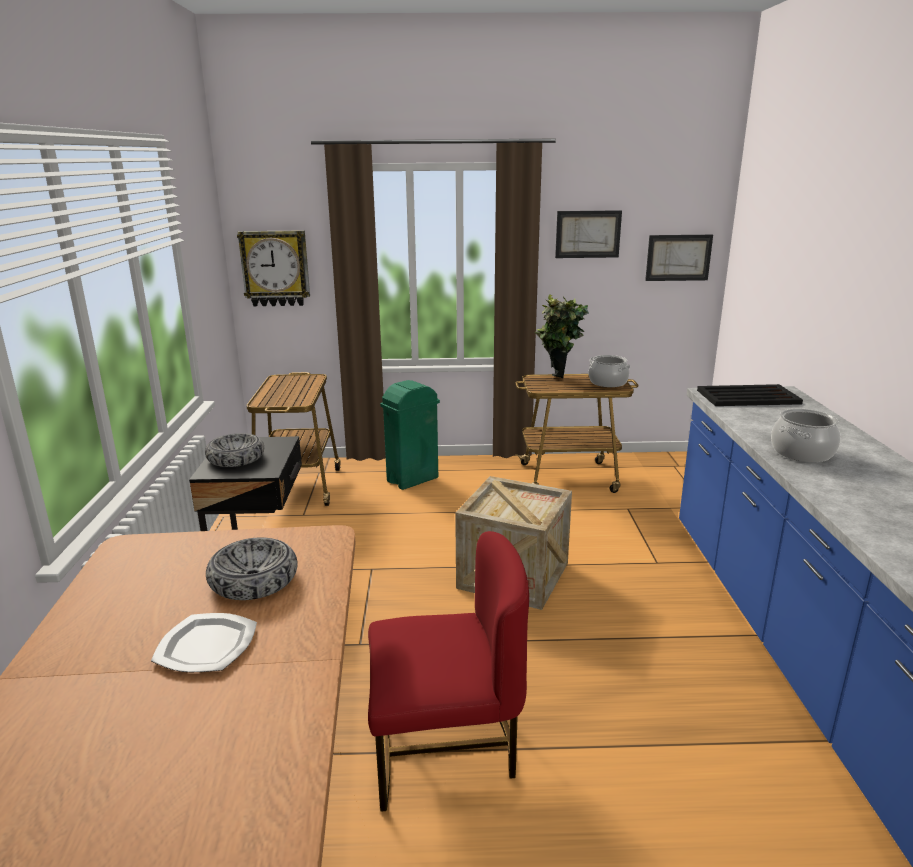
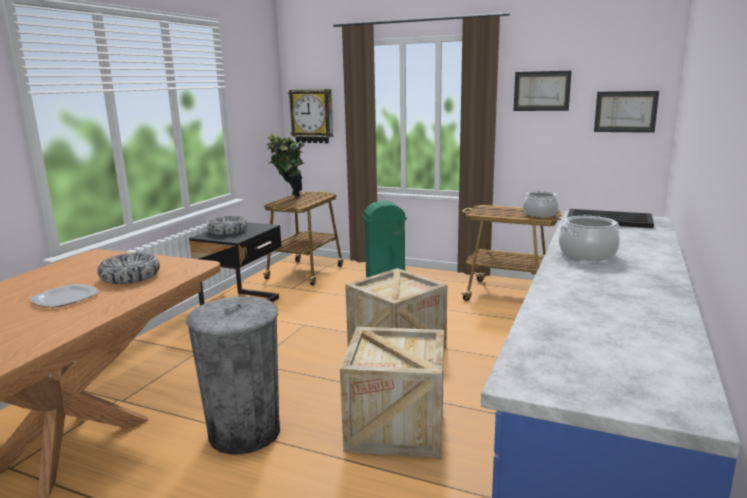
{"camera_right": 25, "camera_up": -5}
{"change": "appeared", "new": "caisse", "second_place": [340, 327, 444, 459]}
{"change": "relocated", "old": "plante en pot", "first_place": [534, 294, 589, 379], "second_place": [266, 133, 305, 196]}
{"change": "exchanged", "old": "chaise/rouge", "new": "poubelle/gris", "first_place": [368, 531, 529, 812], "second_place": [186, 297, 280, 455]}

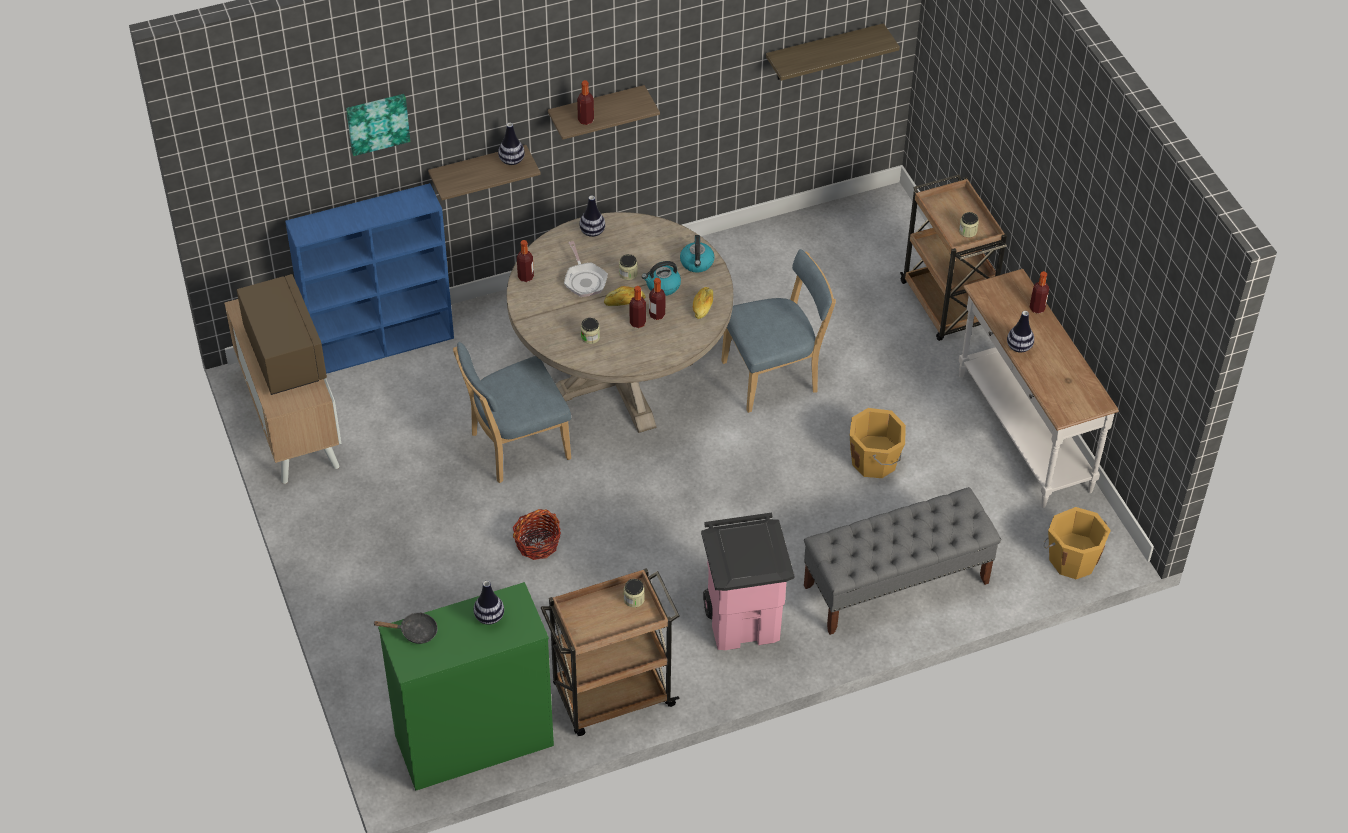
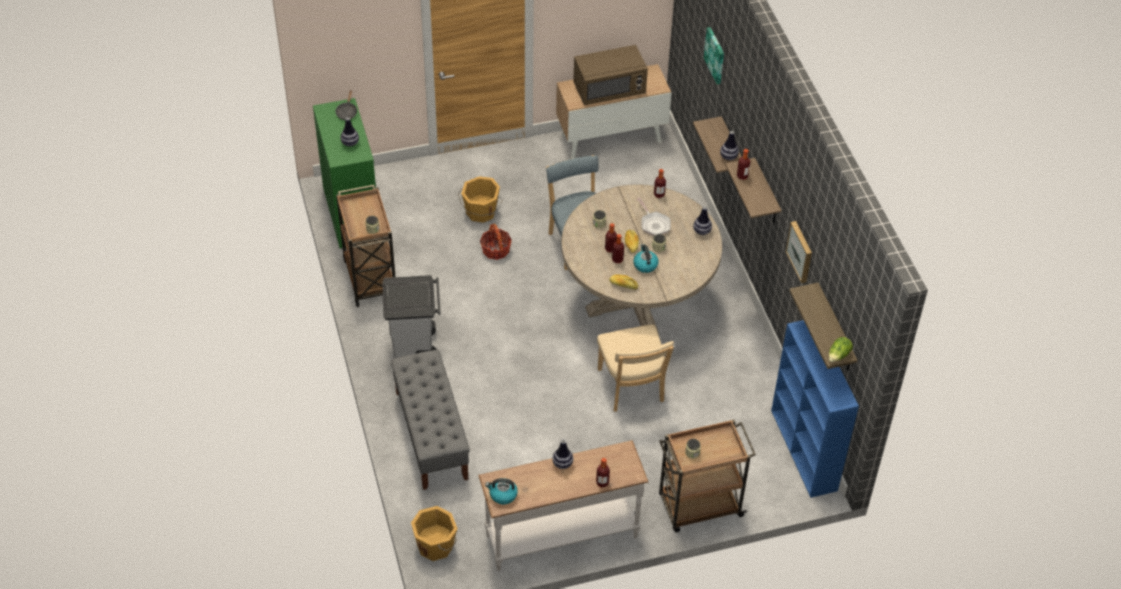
{"camera_right": 95, "camera_up": 0}
{"change": "appeared", "new": "tableau", "second_place": [786, 221, 812, 283]}
{"change": "appeared", "new": "laitue", "second_place": [829, 337, 853, 362]}
{"change": "relocated", "old": "bibliothèque/bleu", "first_place": [285, 183, 454, 374], "second_place": [771, 320, 859, 498]}
{"change": "relocated", "old": "bouilloire", "first_place": [680, 235, 715, 273], "second_place": [485, 478, 518, 504]}
{"change": "relocated", "old": "seau/orange", "first_place": [850, 408, 906, 478], "second_place": [458, 176, 503, 223]}
{"change": "colour", "old": "poubelle/rose", "new": "poubelle/gris", "first_place": [701, 512, 794, 650], "second_place": [382, 275, 441, 359]}
{"change": "colour", "old": "chaise/bleu", "new": "chaise/beige", "first_place": [721, 249, 836, 413], "second_place": [597, 324, 674, 412]}
{"change": "spun", "old": "poêle", "first_place": [564, 241, 608, 297], "second_place": [637, 198, 671, 236], "degrees": -105}

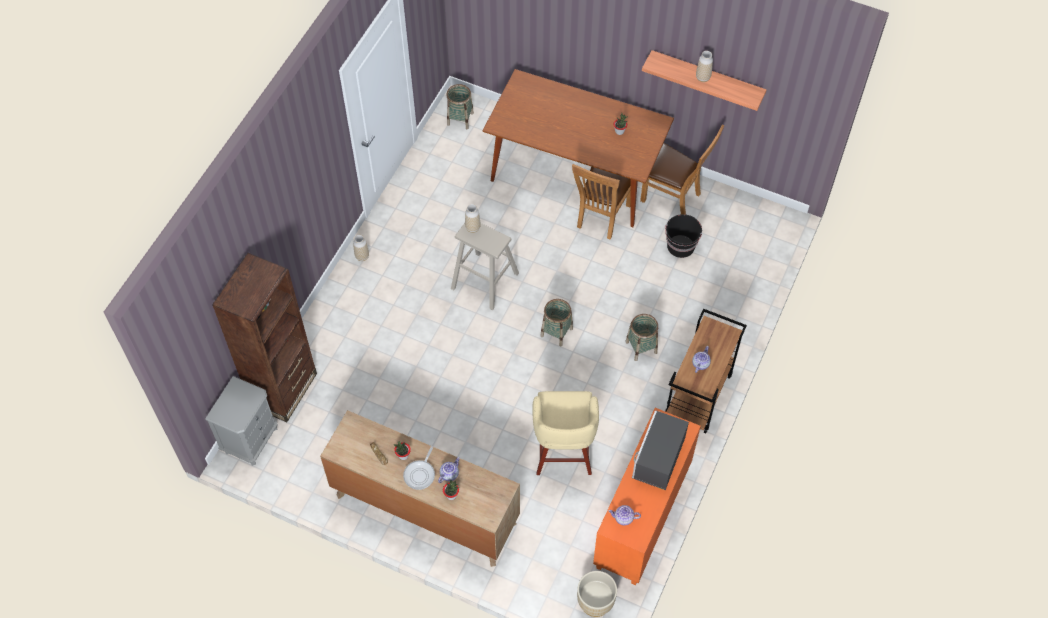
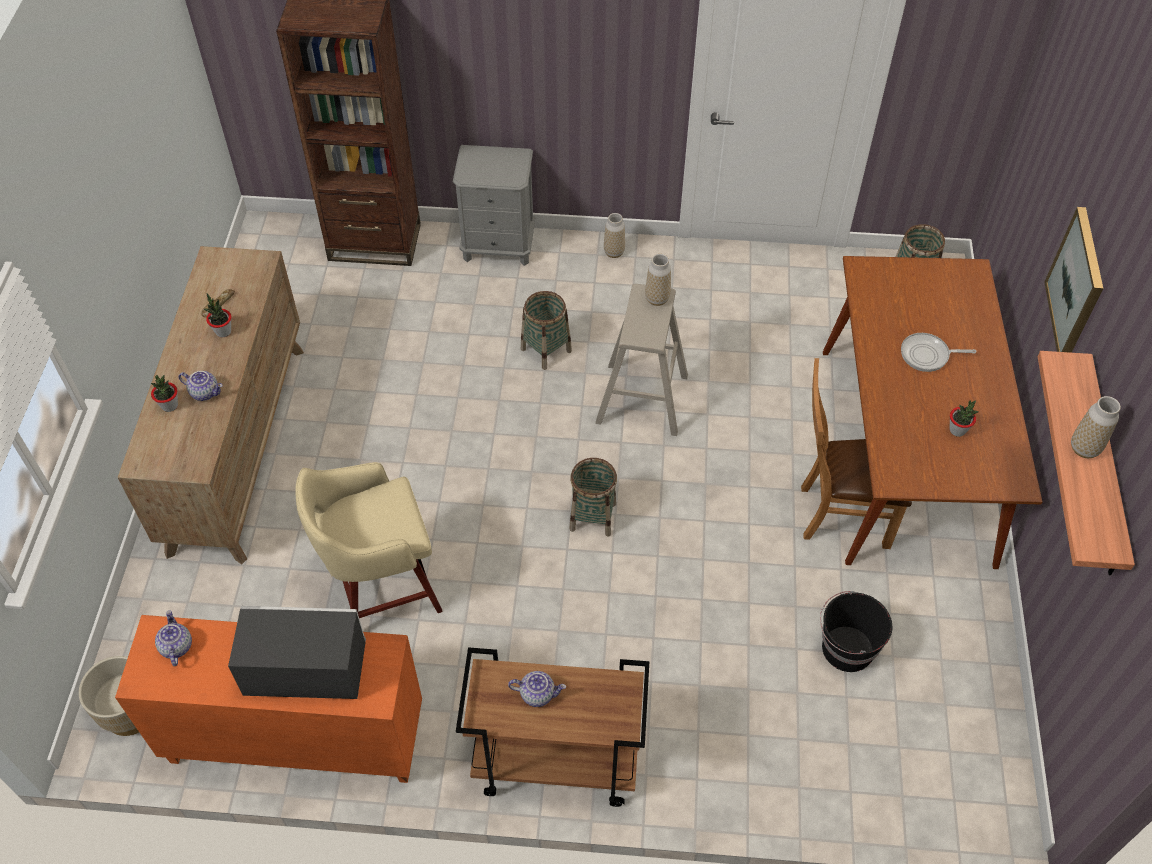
{"camera_right": 70, "camera_up": -5}
{"change": "missing", "old": "chaise/marron", "first_place": [640, 125, 724, 215]}
{"change": "appeared", "new": "tableau", "second_place": [1044, 207, 1103, 353]}
{"change": "relocated", "old": "table de chevet/gris", "first_place": [205, 376, 278, 466], "second_place": [453, 145, 535, 266]}
{"change": "relocated", "old": "poêle", "first_place": [403, 446, 435, 490], "second_place": [901, 333, 976, 372]}
{"change": "relocated", "old": "panier", "first_place": [625, 314, 658, 361], "second_place": [521, 291, 572, 370]}

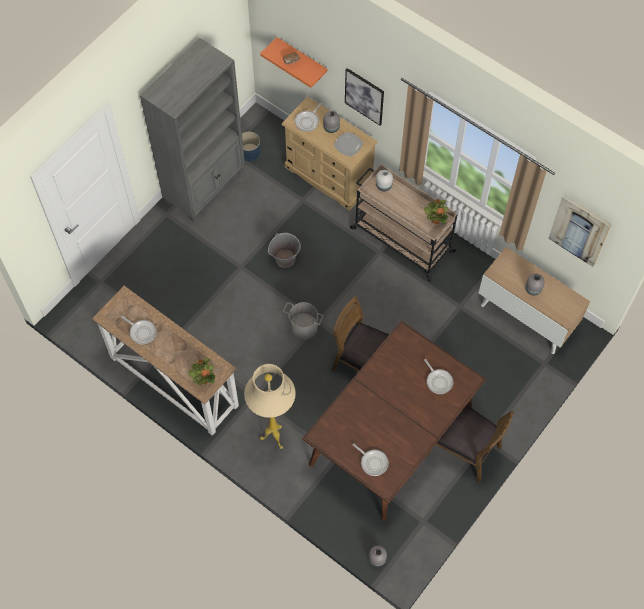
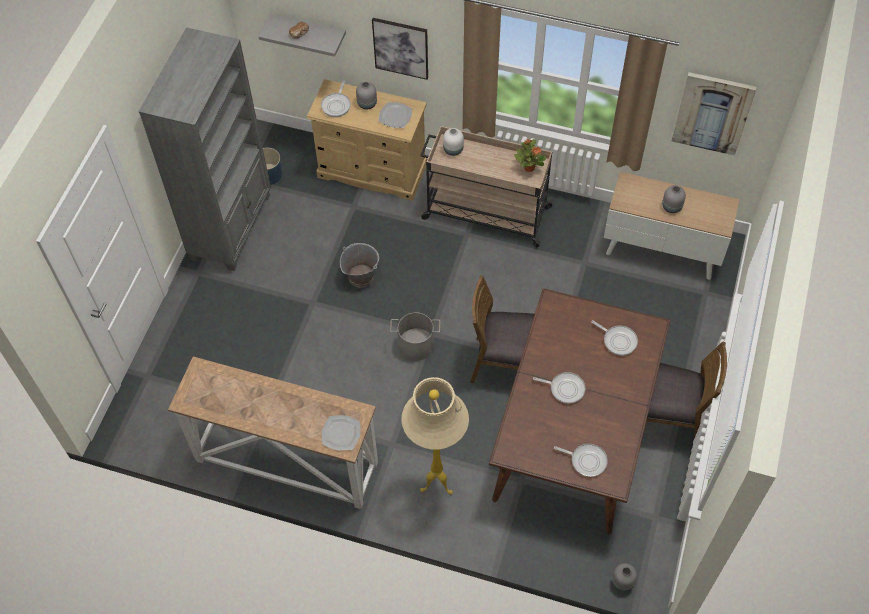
{"camera_right": -20, "camera_up": -5}
{"change": "relocated", "old": "poêle", "first_place": [121, 316, 156, 345], "second_place": [533, 372, 585, 404]}
{"change": "exchanged", "old": "plante en pot", "new": "assiette", "first_place": [188, 358, 215, 385], "second_place": [322, 415, 361, 451]}
{"change": "colour", "old": "étagère/orange", "new": "étagère/gris", "first_place": [260, 37, 327, 88], "second_place": [258, 14, 346, 57]}

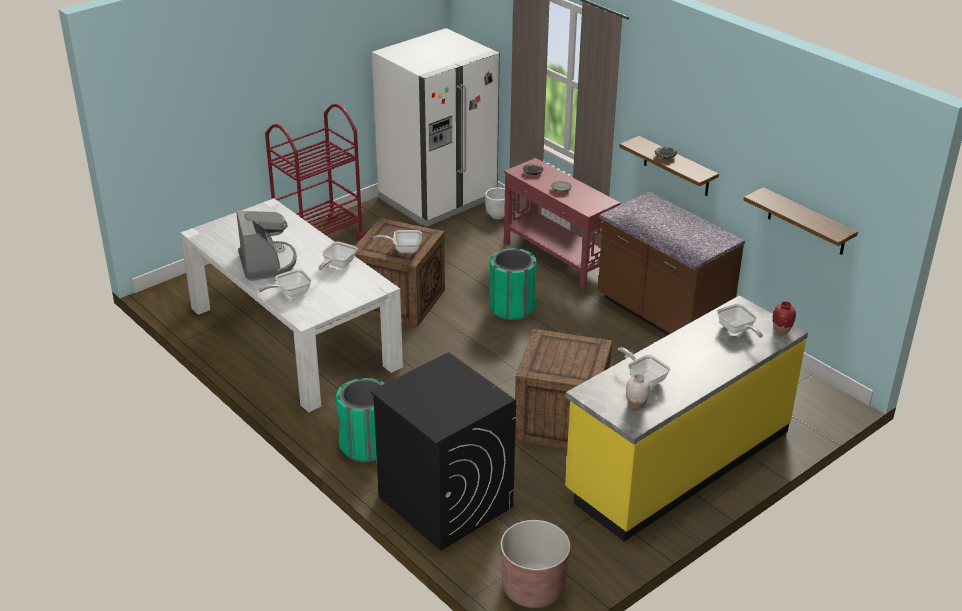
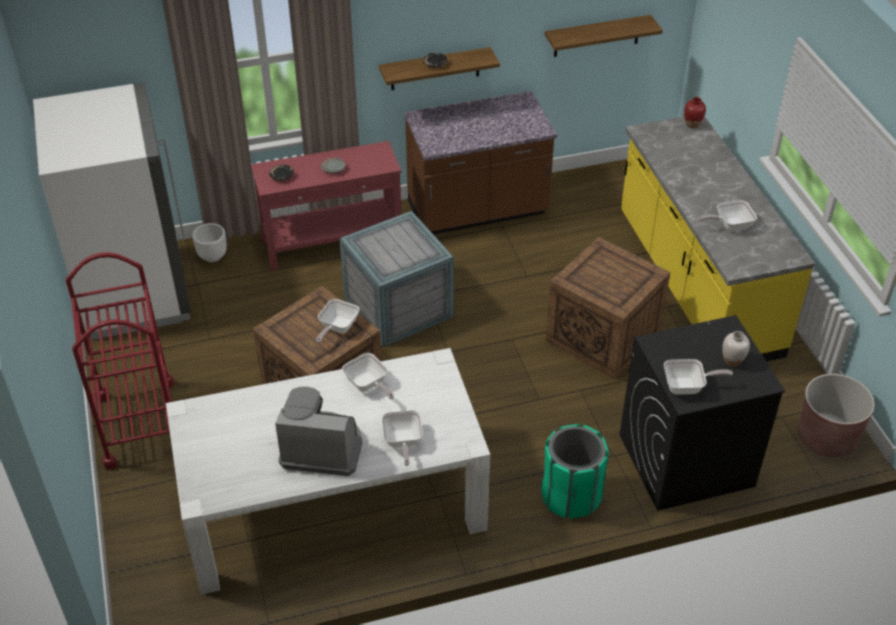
{"camera_right": -65, "camera_up": 10}
{"change": "relocated", "old": "vase/blanc", "first_place": [626, 374, 650, 409], "second_place": [722, 331, 750, 367]}
{"change": "relocated", "old": "poêle", "first_place": [717, 304, 763, 338], "second_place": [664, 359, 733, 395]}
{"change": "exchanged", "old": "poubelle/vert", "new": "caisse", "first_place": [489, 248, 537, 320], "second_place": [339, 211, 454, 347]}

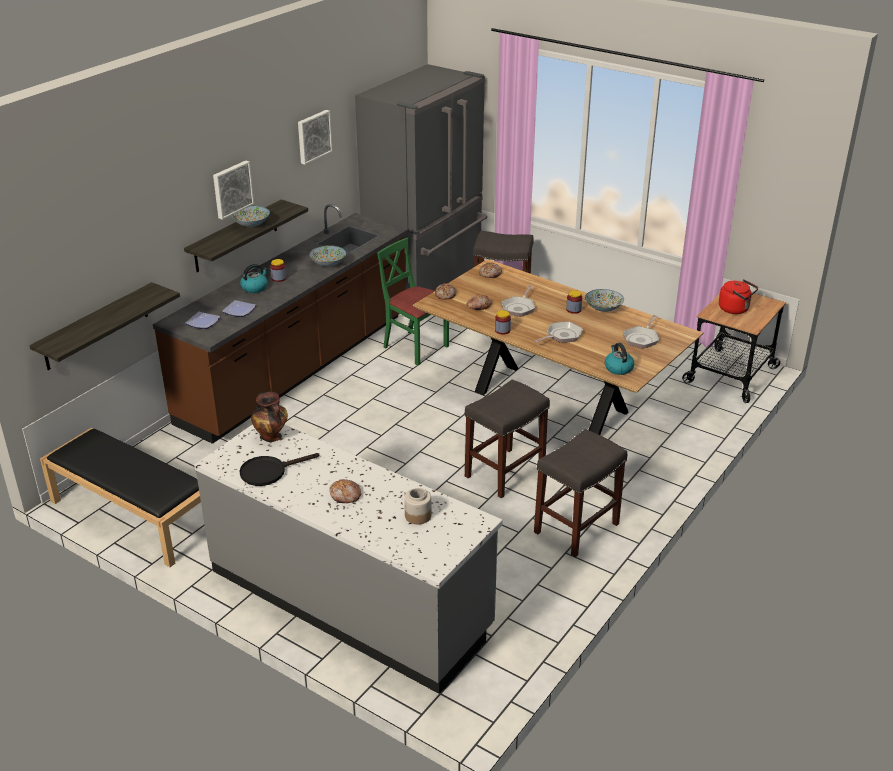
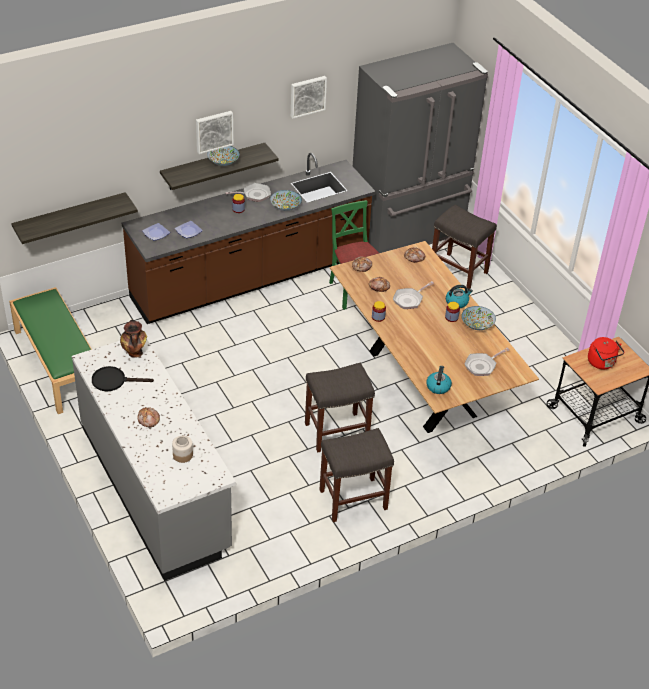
{"camera_right": 25, "camera_up": 10}
{"change": "relocated", "old": "bouilloire", "first_place": [240, 264, 268, 293], "second_place": [446, 285, 473, 308]}
{"change": "relocated", "old": "poêle", "first_place": [534, 321, 583, 343], "second_place": [225, 183, 271, 202]}
{"change": "colour", "old": "banc/noir", "new": "banc/vert", "first_place": [40, 428, 201, 567], "second_place": [9, 287, 92, 414]}

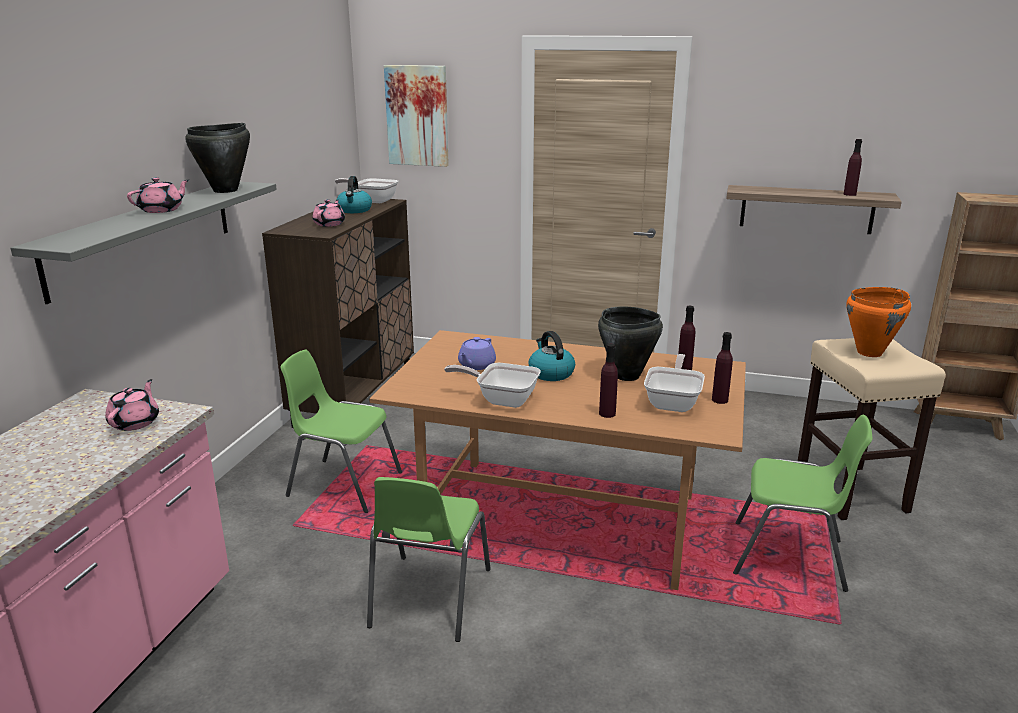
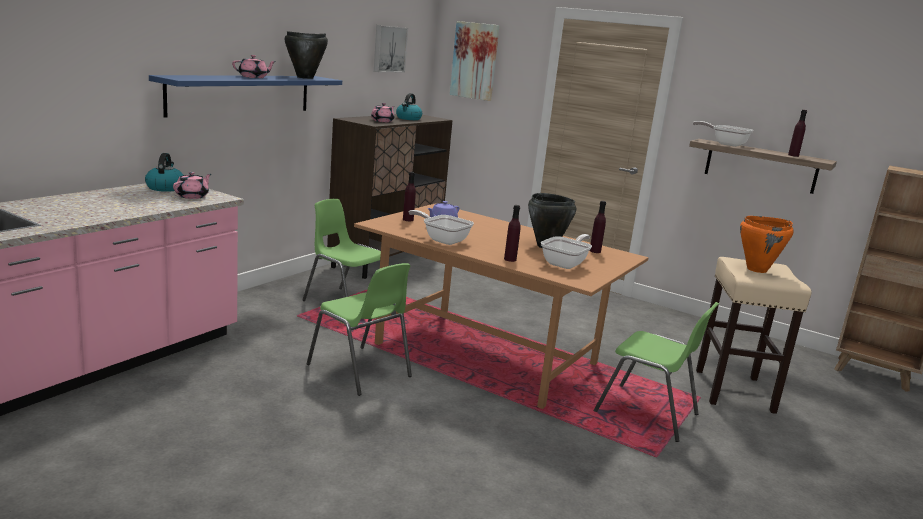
{"camera_right": 15, "camera_up": -5}
{"change": "appeared", "new": "tableau", "second_place": [374, 25, 408, 72]}
{"change": "relocated", "old": "poêle", "first_place": [335, 178, 398, 203], "second_place": [693, 121, 753, 147]}
{"change": "relocated", "old": "bouilloire", "first_place": [528, 331, 575, 381], "second_place": [145, 153, 183, 192]}
{"change": "relocated", "old": "bouteille/violet", "first_place": [712, 332, 733, 404], "second_place": [403, 172, 416, 221]}
{"change": "colour", "old": "étagère/gris", "new": "étagère/bleu", "first_place": [11, 182, 277, 304], "second_place": [149, 75, 342, 118]}
{"change": "spun", "old": "chaise/vert", "first_place": [367, 477, 491, 642], "second_place": [307, 263, 412, 396], "degrees": -75}

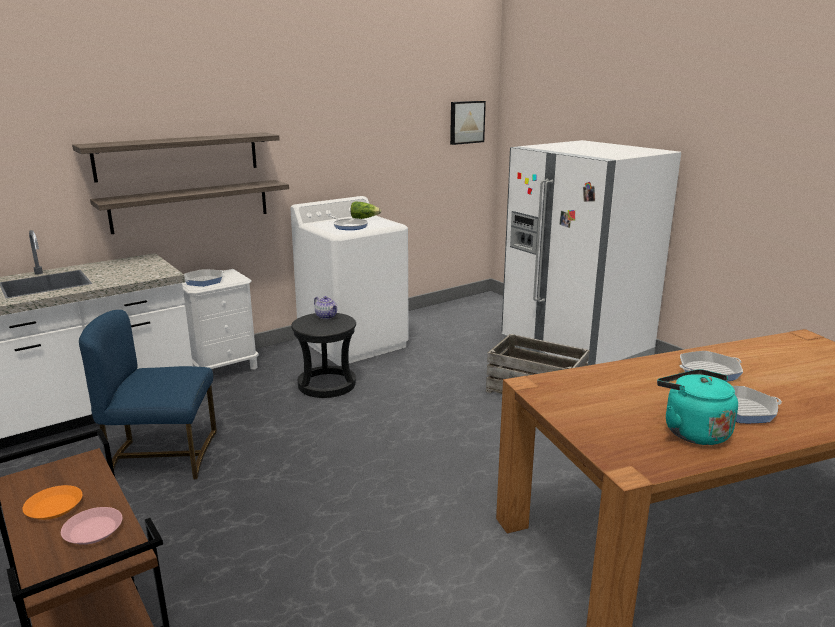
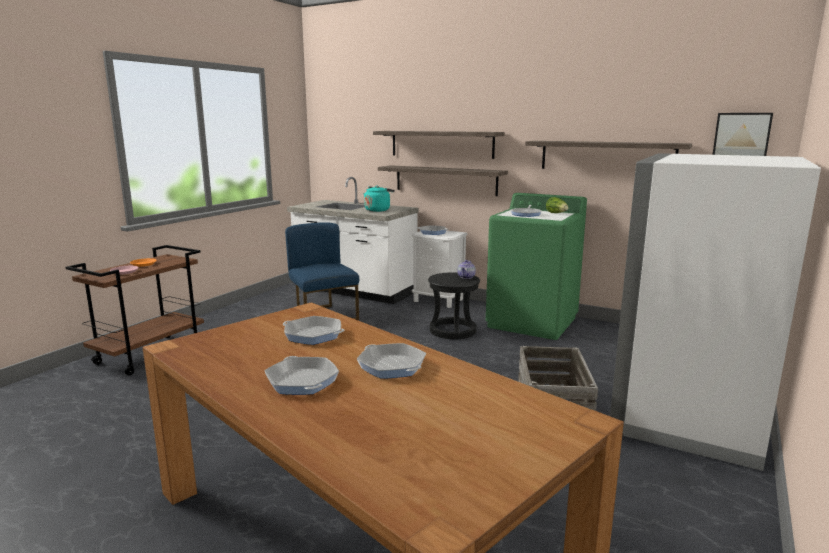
{"camera_right": 65, "camera_up": -5}
{"change": "appeared", "new": "poêle", "second_place": [283, 316, 344, 345]}
{"change": "appeared", "new": "étagère", "second_place": [525, 141, 692, 169]}
{"change": "relocated", "old": "bouilloire/turquoise", "first_place": [657, 369, 738, 445], "second_place": [363, 186, 395, 212]}
{"change": "colour", "old": "lave-linge/blanc", "new": "lave-linge/vert", "first_place": [290, 196, 409, 366], "second_place": [486, 193, 587, 340]}

